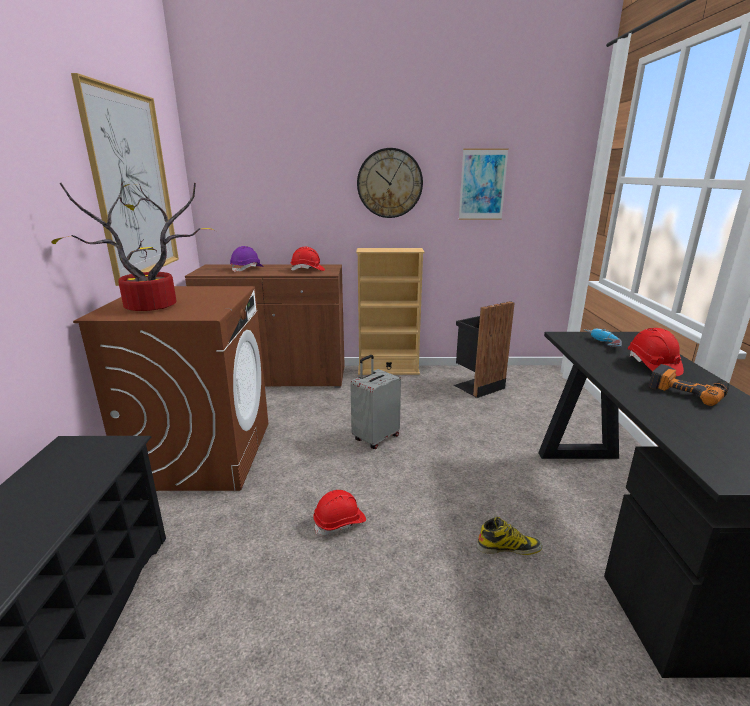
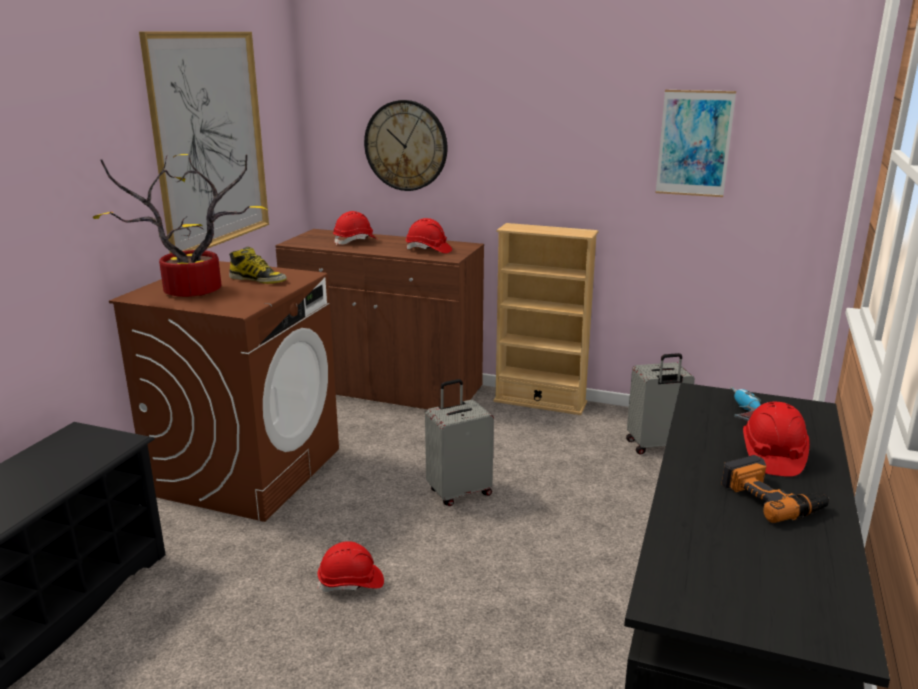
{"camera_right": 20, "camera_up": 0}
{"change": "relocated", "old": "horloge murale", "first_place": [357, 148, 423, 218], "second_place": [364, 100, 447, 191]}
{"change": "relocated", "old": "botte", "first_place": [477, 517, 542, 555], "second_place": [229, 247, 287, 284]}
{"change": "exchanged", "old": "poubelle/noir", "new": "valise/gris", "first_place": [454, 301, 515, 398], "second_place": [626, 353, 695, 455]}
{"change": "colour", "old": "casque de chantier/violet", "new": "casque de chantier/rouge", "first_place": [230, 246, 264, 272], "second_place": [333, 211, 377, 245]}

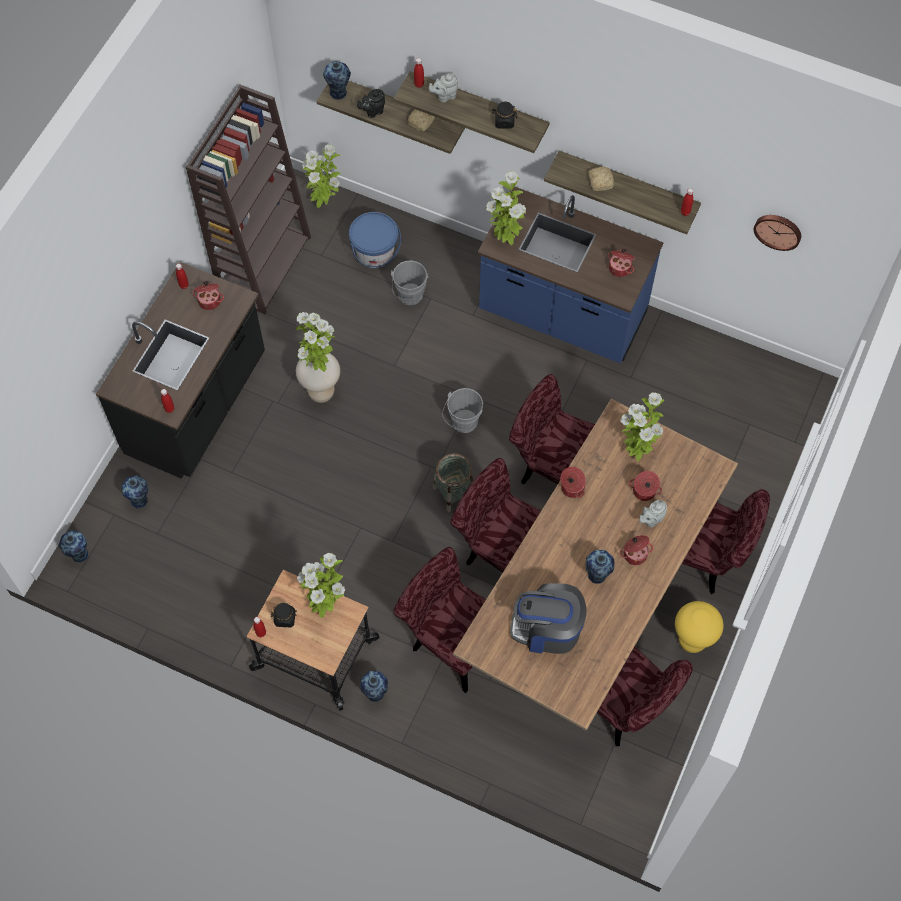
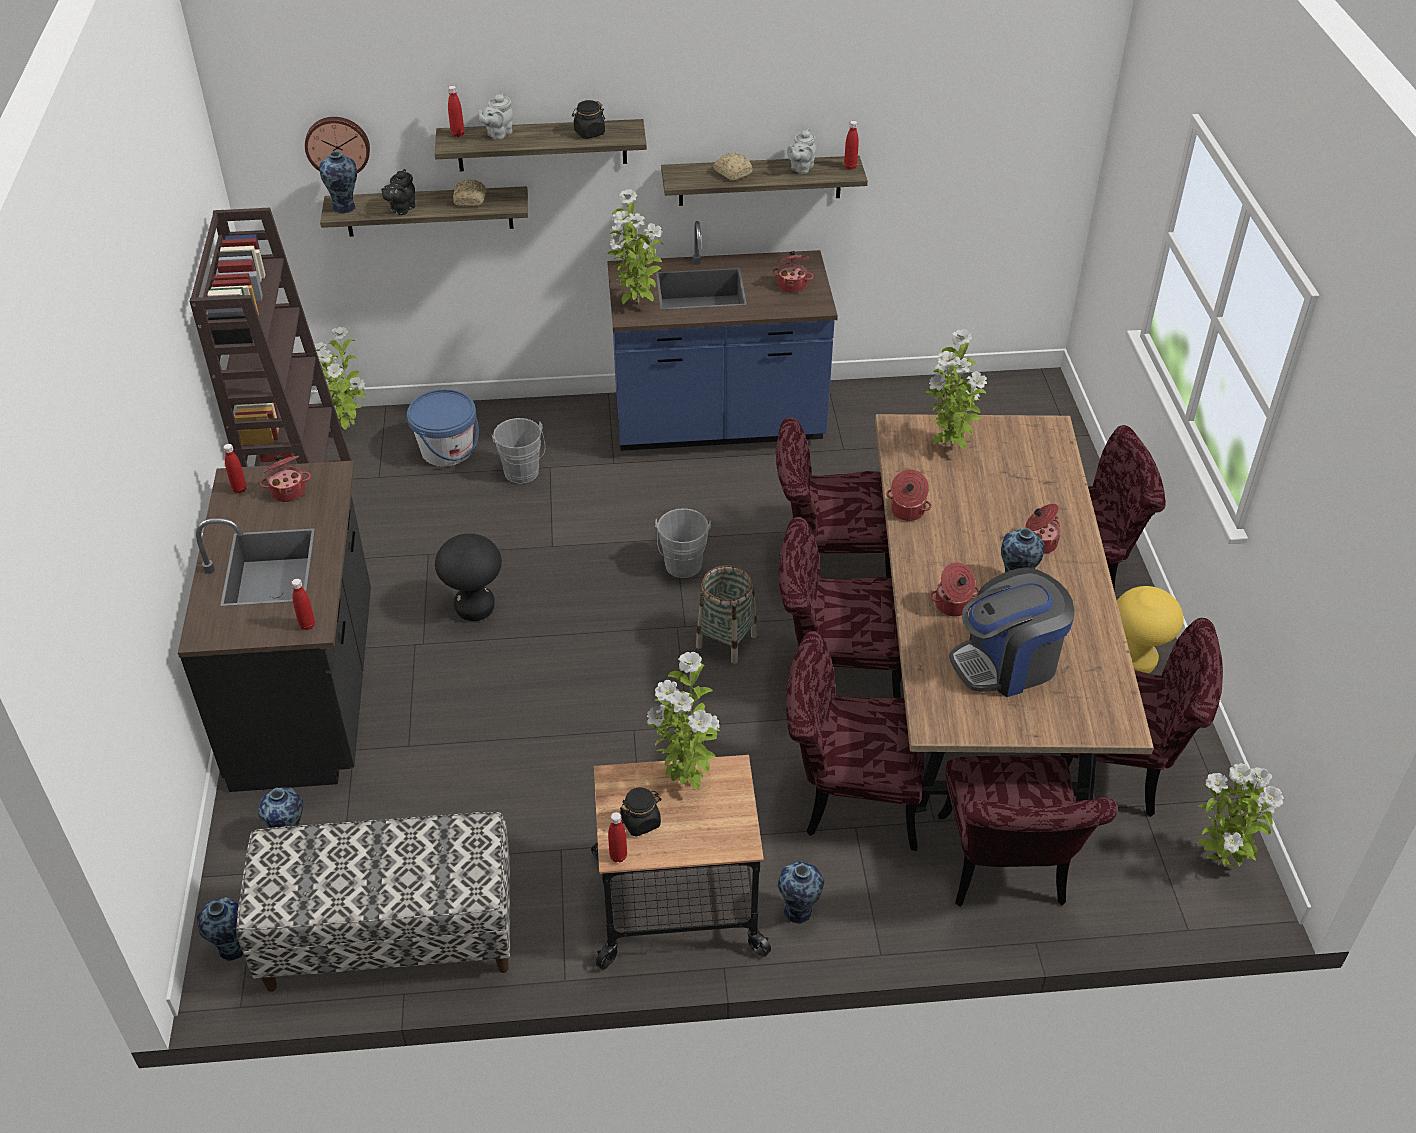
{"camera_right": -30, "camera_up": -20}
{"change": "appeared", "new": "banc", "second_place": [236, 812, 510, 992]}
{"change": "appeared", "new": "chaise/rouge", "second_place": [938, 755, 1117, 907]}
{"change": "relocated", "old": "plante en pot", "first_place": [296, 312, 336, 372], "second_place": [1198, 763, 1284, 867]}
{"change": "relocated", "old": "marmite", "first_place": [629, 471, 662, 501], "second_place": [930, 562, 979, 616]}
{"change": "relocated", "old": "théière/gris", "first_place": [639, 500, 667, 527], "second_place": [787, 128, 816, 174]}
{"change": "relocated", "old": "horloge murale", "first_place": [754, 215, 801, 251], "second_place": [305, 117, 370, 173]}
{"change": "colour", "old": "tabouret/beige", "new": "tabouret/noir", "first_place": [296, 353, 340, 403], "second_place": [435, 533, 502, 621]}

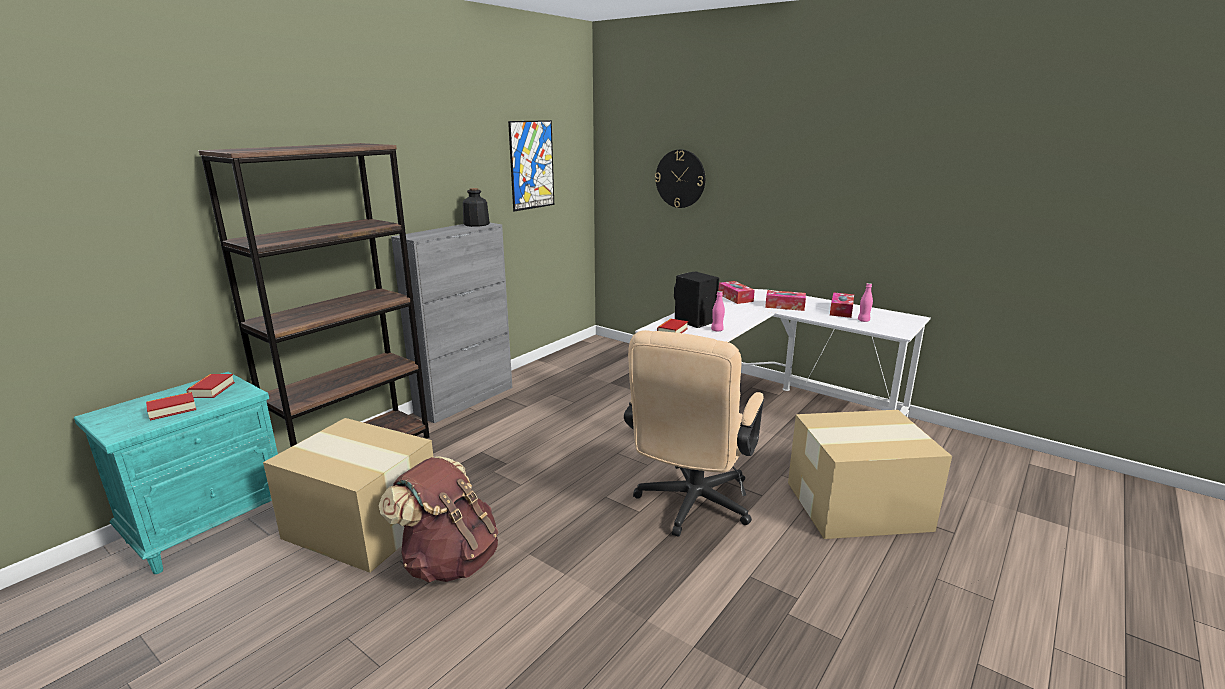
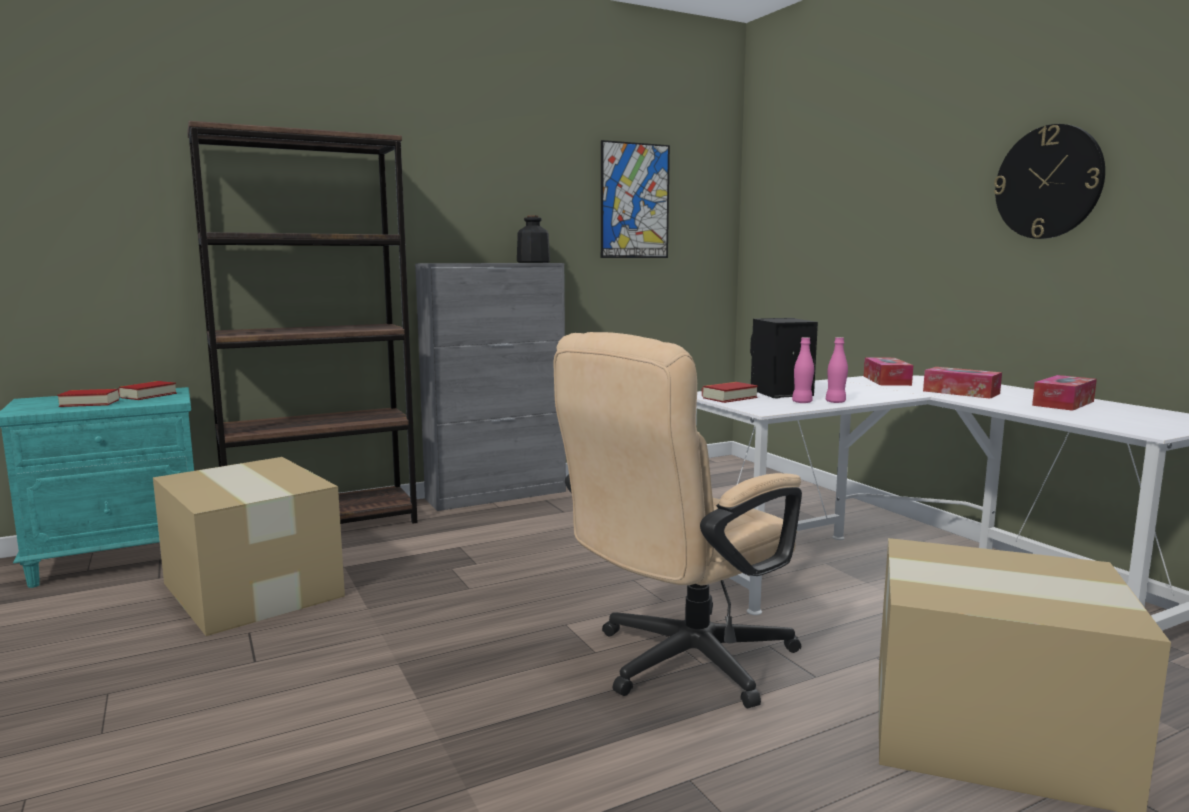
{"camera_right": 25, "camera_up": -10}
{"change": "missing", "old": "sac à dos/marron", "first_place": [379, 456, 498, 583]}
{"change": "relocated", "old": "horloge murale", "first_place": [655, 149, 705, 208], "second_place": [994, 124, 1105, 239]}
{"change": "relocated", "old": "bouteille/rose", "first_place": [858, 283, 873, 322], "second_place": [826, 337, 848, 403]}

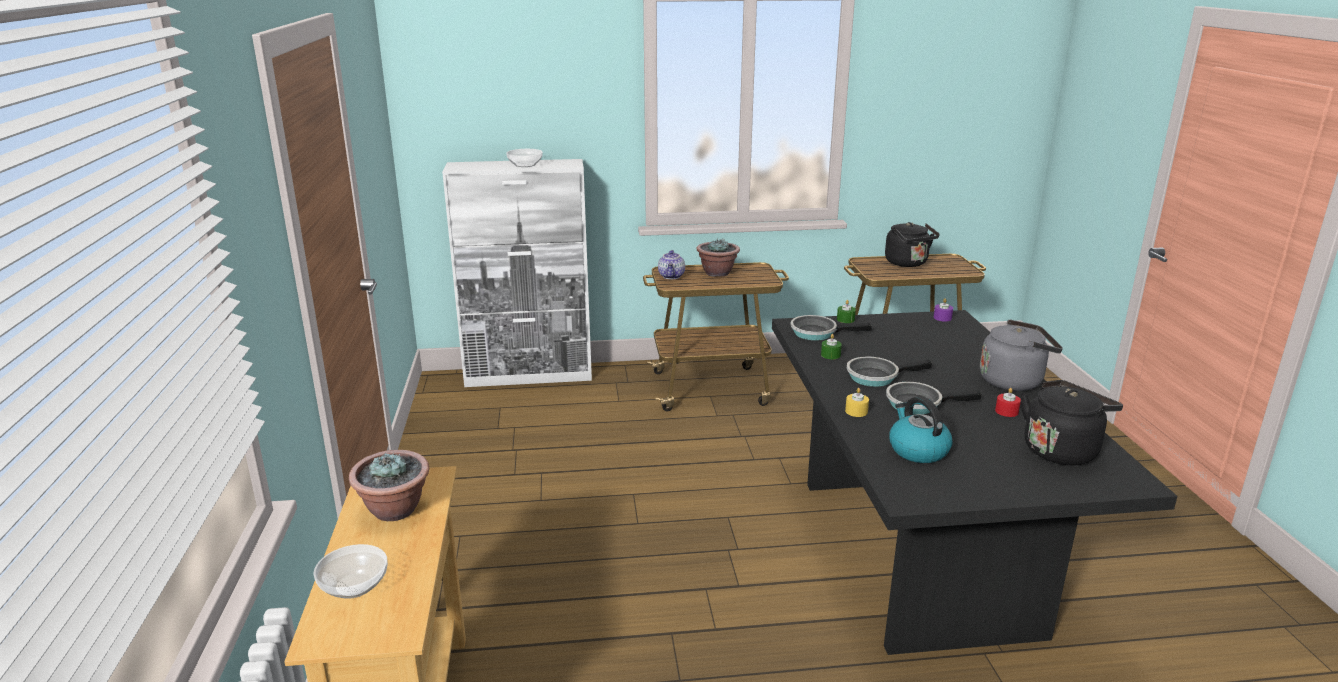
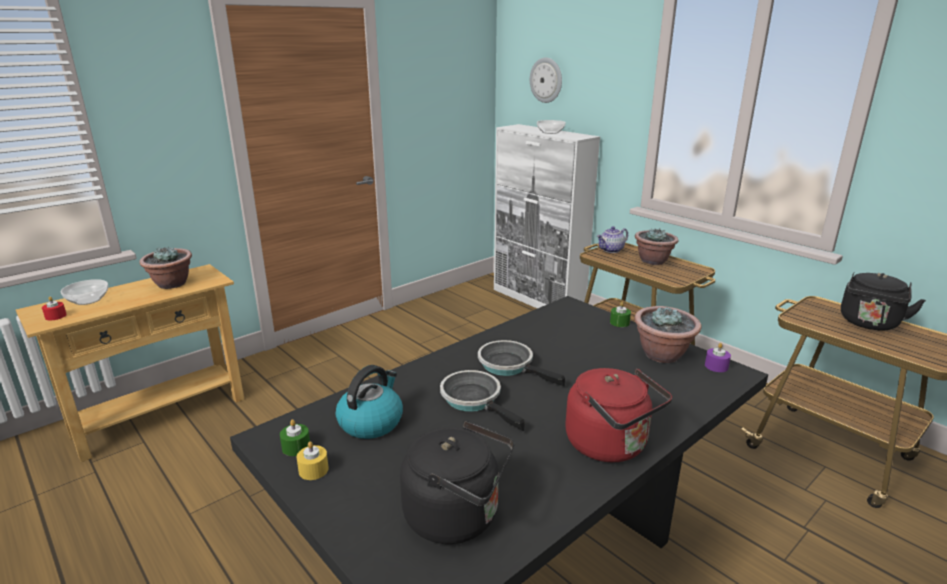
{"camera_right": 55, "camera_up": 0}
{"change": "missing", "old": "poêle", "first_place": [790, 315, 872, 341]}
{"change": "appeared", "new": "horloge murale", "second_place": [530, 57, 562, 103]}
{"change": "appeared", "new": "plante en pot", "second_place": [634, 306, 702, 363]}
{"change": "relocated", "old": "bougie/vert", "first_place": [821, 334, 842, 359], "second_place": [280, 419, 310, 456]}
{"change": "relocated", "old": "bougie/jaune", "first_place": [845, 388, 869, 417], "second_place": [297, 441, 329, 480]}
{"change": "relocated", "old": "bougie/rouge", "first_place": [995, 388, 1021, 417], "second_place": [42, 297, 67, 321]}
{"change": "colour", "old": "bouilloire/gris", "new": "bouilloire/rouge", "first_place": [980, 319, 1063, 391], "second_place": [565, 368, 672, 462]}

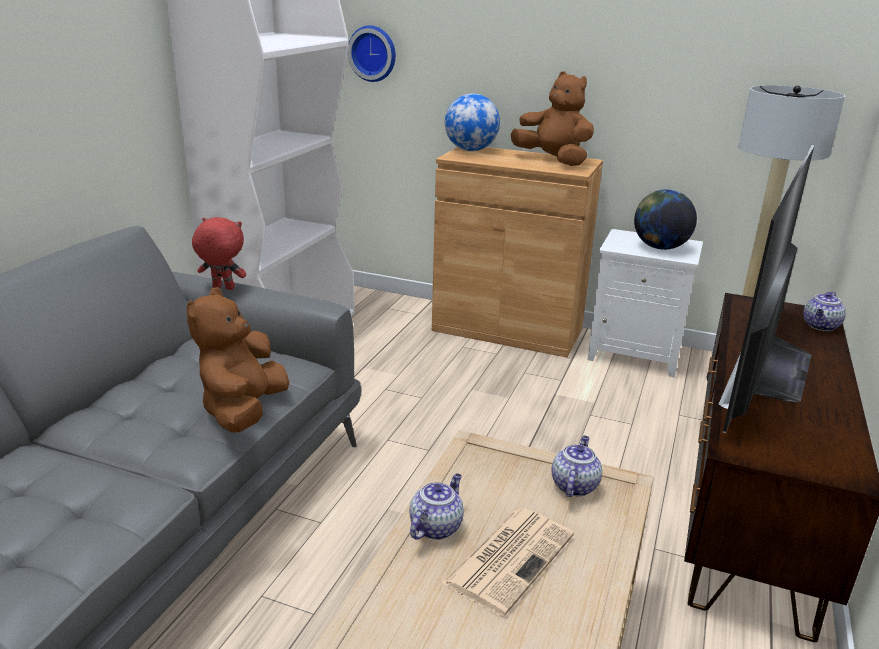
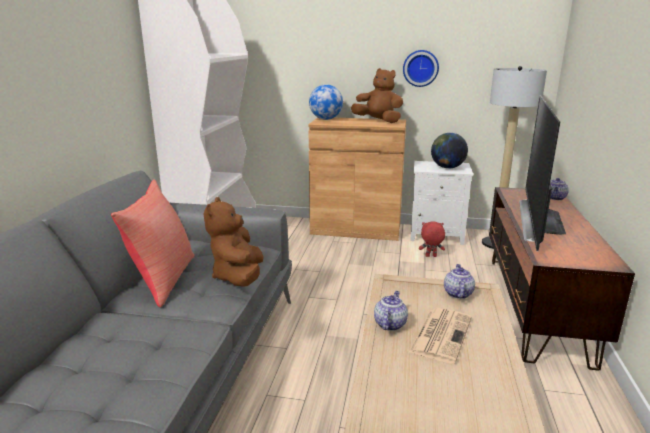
{"camera_right": -10, "camera_up": -5}
{"change": "appeared", "new": "coussin/rouge", "second_place": [111, 179, 195, 307]}
{"change": "relocated", "old": "peluche/rouge", "first_place": [192, 217, 246, 290], "second_place": [419, 222, 445, 257]}
{"change": "relocated", "old": "horloge murale", "first_place": [348, 25, 396, 82], "second_place": [403, 50, 439, 87]}

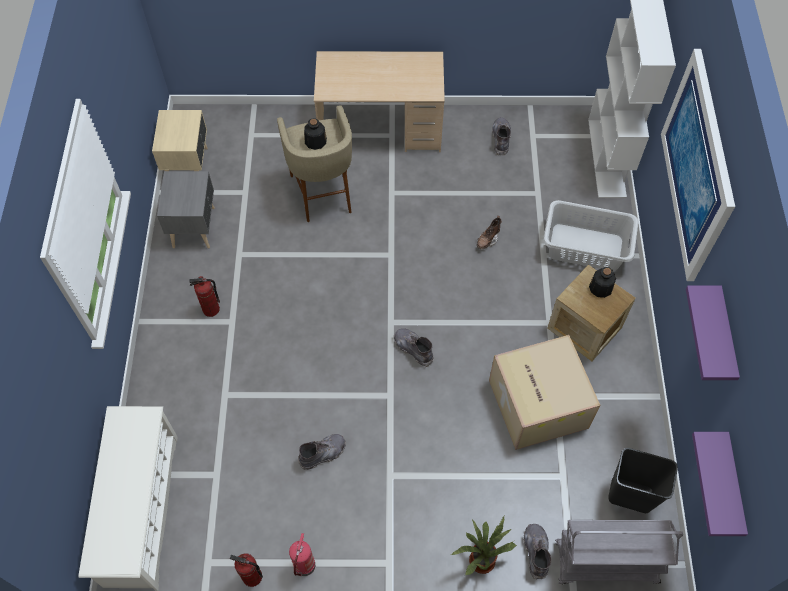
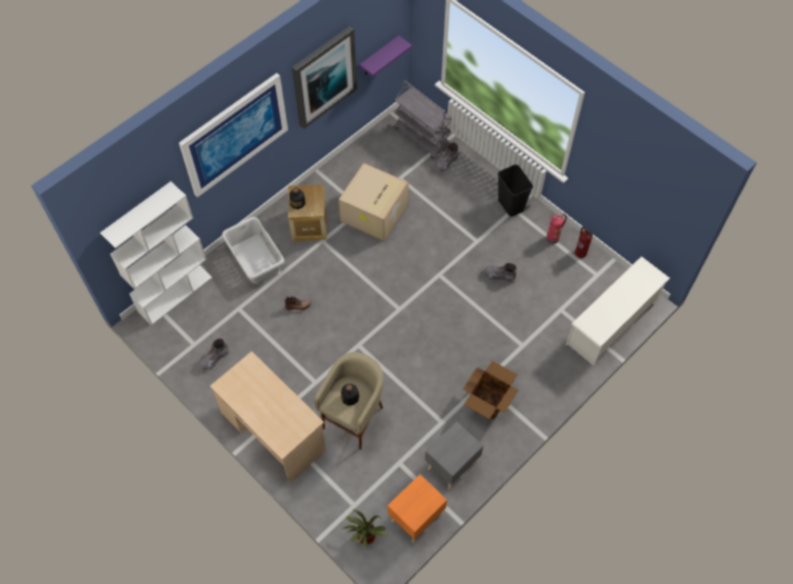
{"camera_right": -135, "camera_up": 0}
{"change": "missing", "old": "botte/gris", "first_place": [394, 328, 434, 367]}
{"change": "relocated", "old": "plante en pot", "first_place": [451, 516, 517, 575], "second_place": [340, 509, 388, 548]}
{"change": "relocated", "old": "poubelle/noir", "first_place": [608, 448, 678, 513], "second_place": [498, 165, 533, 216]}
{"change": "exchanged", "old": "extincteur", "new": "carton", "first_place": [189, 276, 220, 317], "second_place": [463, 361, 519, 419]}
{"change": "exchanged", "old": "étagère/violet", "new": "tableau", "first_place": [686, 285, 740, 380], "second_place": [292, 26, 357, 129]}
{"change": "colour", "old": "table de chevet/beige", "new": "table de chevet/orange", "first_place": [152, 110, 208, 171], "second_place": [388, 474, 447, 543]}

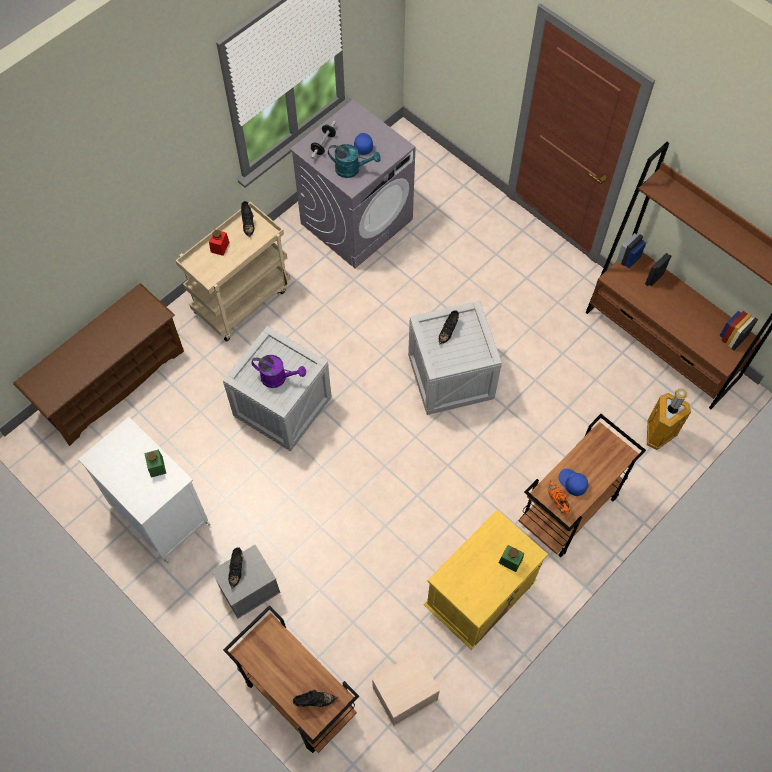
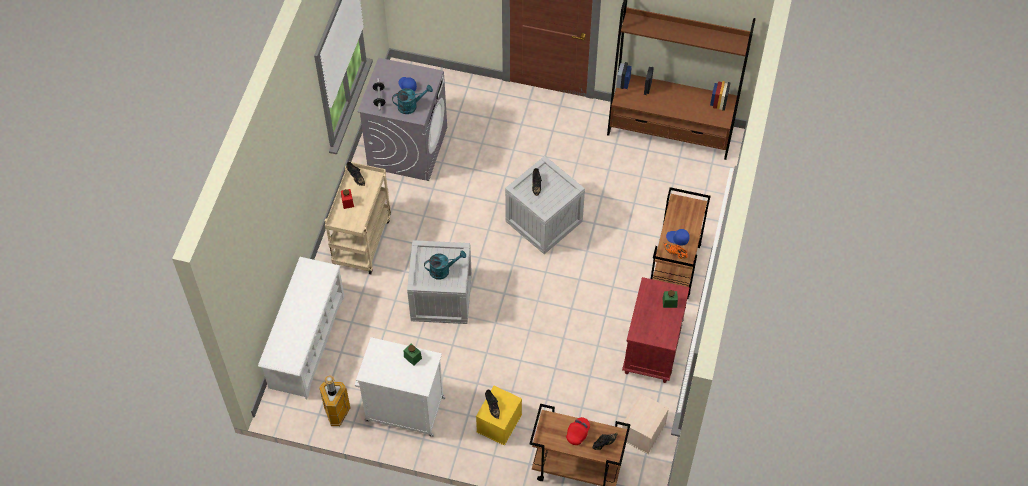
{"camera_right": -30, "camera_up": -5}
{"change": "appeared", "new": "casquette/rouge", "second_place": [566, 417, 590, 445]}
{"change": "relocated", "old": "poubelle", "first_place": [647, 388, 691, 450], "second_place": [319, 375, 350, 426]}
{"change": "colour", "old": "étagère à chaussures/marron", "new": "étagère à chaussures/blanc", "first_place": [13, 283, 184, 446], "second_place": [258, 257, 345, 399]}
{"change": "colour", "old": "boîte de rangement/gris", "new": "boîte de rangement/jaune", "first_place": [211, 545, 281, 619], "second_place": [476, 386, 522, 446]}
{"change": "colour", "old": "arrosoir/violet", "new": "arrosoir/turquoise", "first_place": [251, 355, 306, 388], "second_place": [424, 251, 466, 280]}
{"change": "colour", "old": "table de chevet/jaune", "new": "table de chevet/rouge", "first_place": [423, 510, 548, 650], "second_place": [622, 277, 690, 383]}

